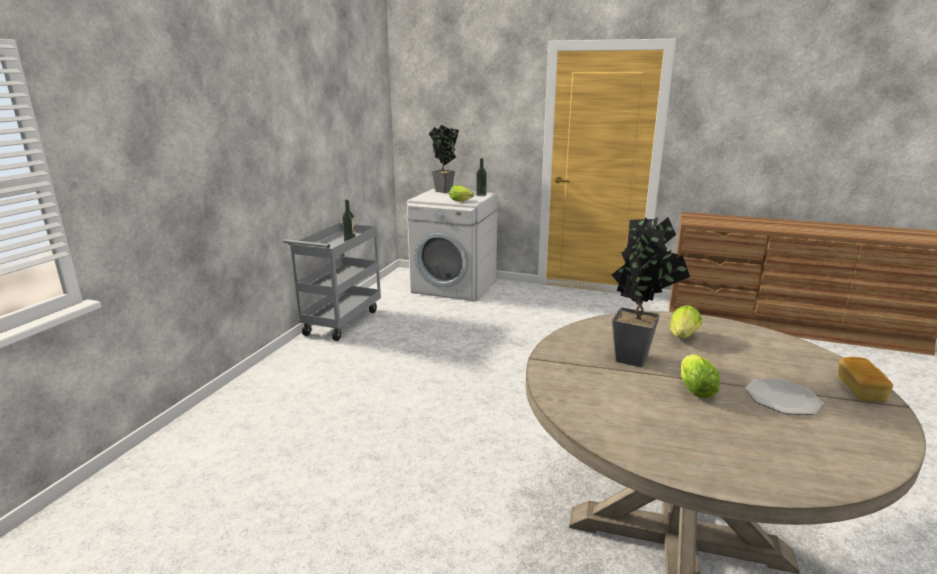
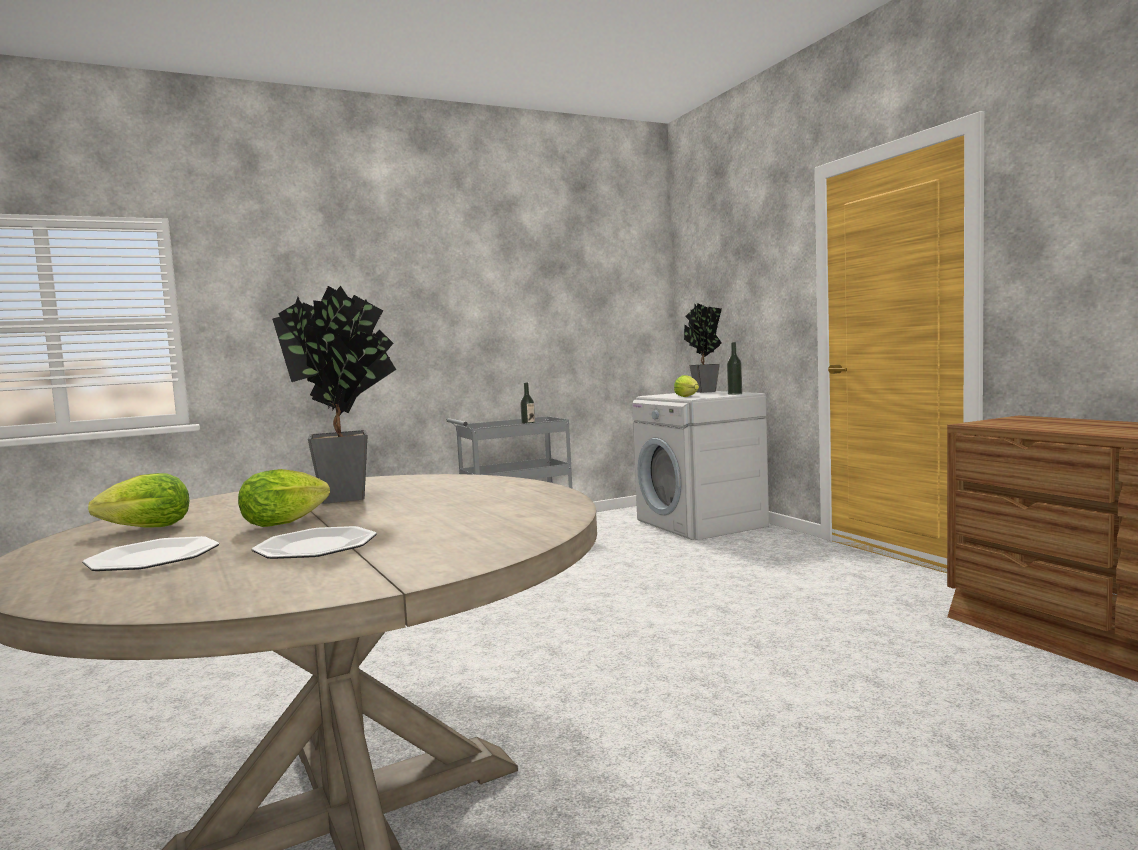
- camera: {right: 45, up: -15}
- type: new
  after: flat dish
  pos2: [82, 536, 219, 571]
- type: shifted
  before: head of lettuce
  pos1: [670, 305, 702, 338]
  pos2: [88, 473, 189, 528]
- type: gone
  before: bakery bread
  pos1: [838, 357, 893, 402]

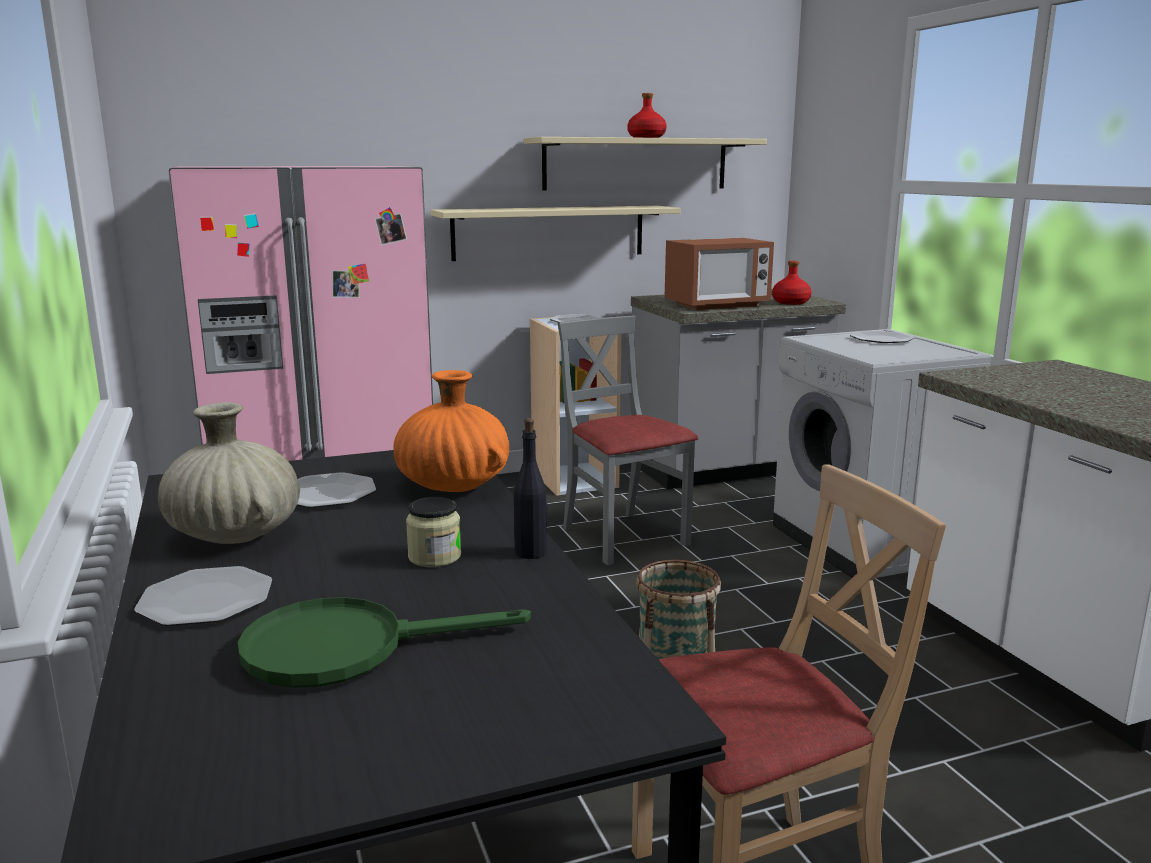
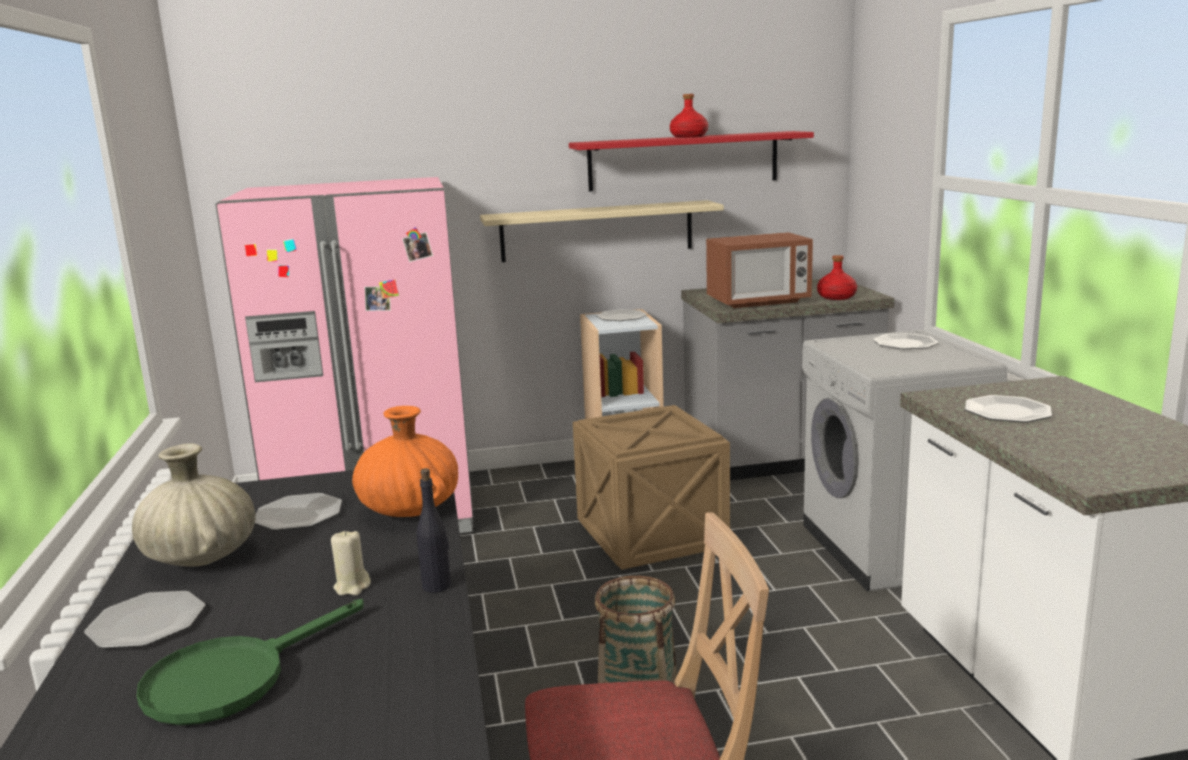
- camera: {right: 10, up: 0}
- type: rotated
  before: skillet in greenish
  pos1: [238, 597, 531, 688]
  pos2: [137, 599, 364, 725]
  turn: -45
- type: swapped
  before: jar
  after: wax candle in beige
  pos1: [406, 497, 461, 567]
  pos2: [331, 530, 371, 595]
- type: repainted
  before: shelf in beige
  after: shelf in red
  pos1: [524, 137, 767, 190]
  pos2: [569, 131, 814, 191]
- type: swapped
  before: upright chair in greyish
  after: crate
  pos1: [558, 316, 699, 565]
  pos2: [573, 405, 730, 570]
- type: new
  after: flat dish
  pos2: [965, 395, 1052, 423]

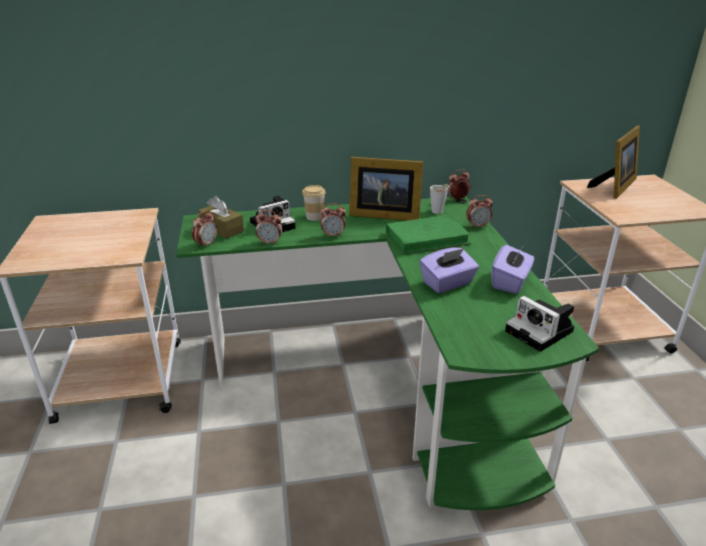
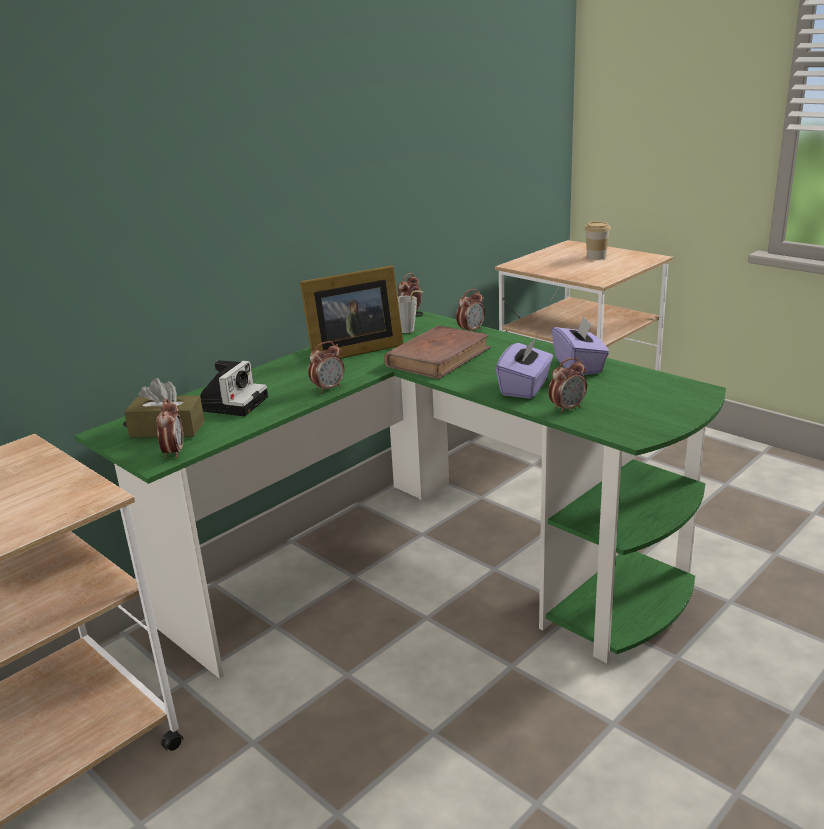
- camera: {right: -35, up: -5}
- type: repainted
  before: volume in greenish
  after: volume in brown-coloured
  pos1: [386, 215, 471, 255]
  pos2: [384, 325, 491, 379]
- type: shifted
  before: alarm clock
  pos1: [256, 210, 282, 245]
  pos2: [548, 358, 587, 414]
- type: shifted
  before: small cup
  pos1: [302, 185, 326, 221]
  pos2: [585, 222, 611, 260]
- type: gone
  before: still camera
  pos1: [505, 296, 574, 352]
- type: gone
  before: picture frame
  pos1: [587, 126, 640, 199]

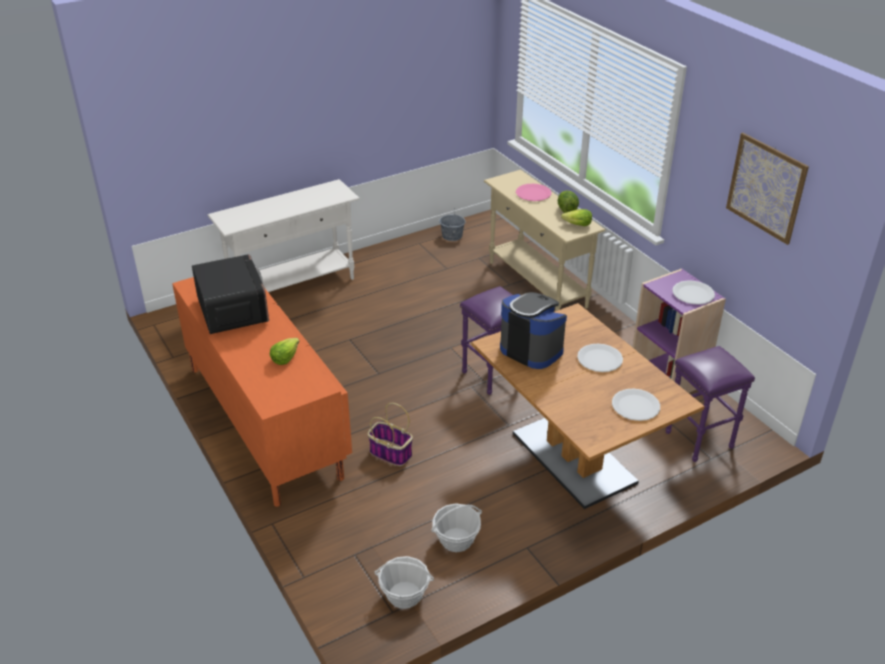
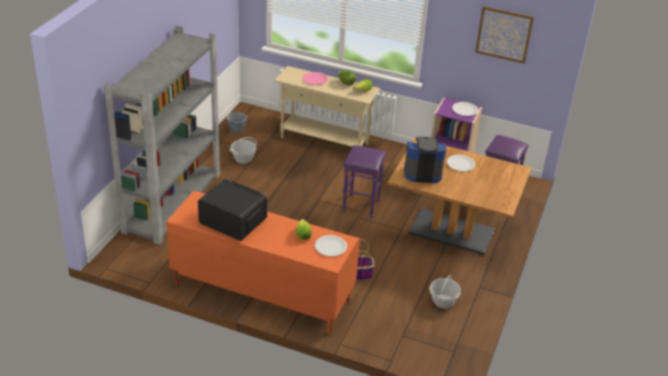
- camera: {right: -40, up: 0}
- type: swapped
  before: narrow table in white-coloured
  after: bookshelf in greyish
  pos1: [208, 179, 360, 292]
  pos2: [104, 26, 220, 245]
- type: shifted
  before: household basket
  pos1: [375, 556, 434, 609]
  pos2: [230, 137, 257, 164]
- type: shifted
  before: flat dish in white-coloured
  pos1: [612, 389, 660, 421]
  pos2: [315, 235, 347, 257]

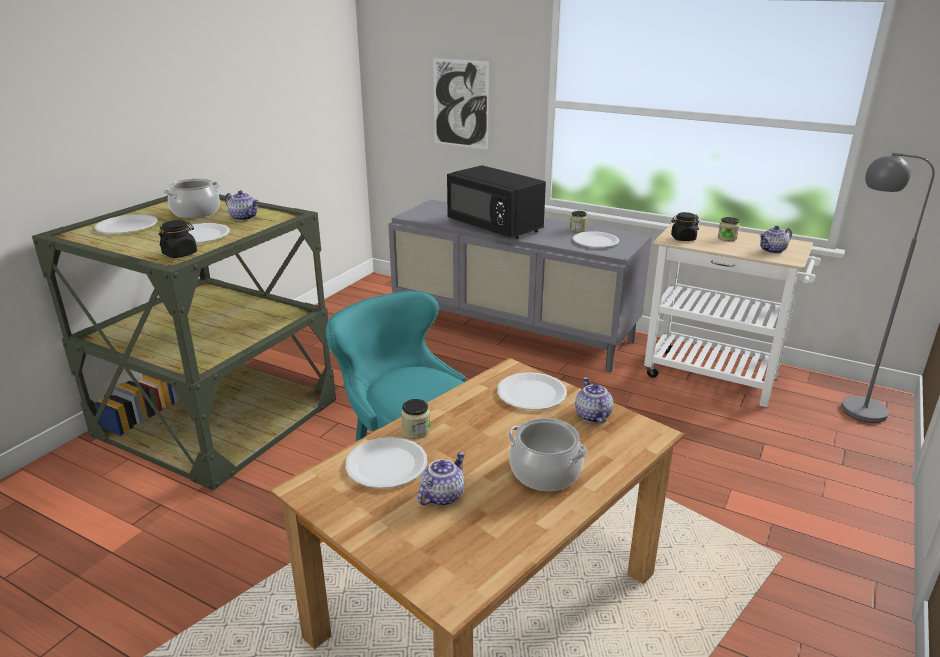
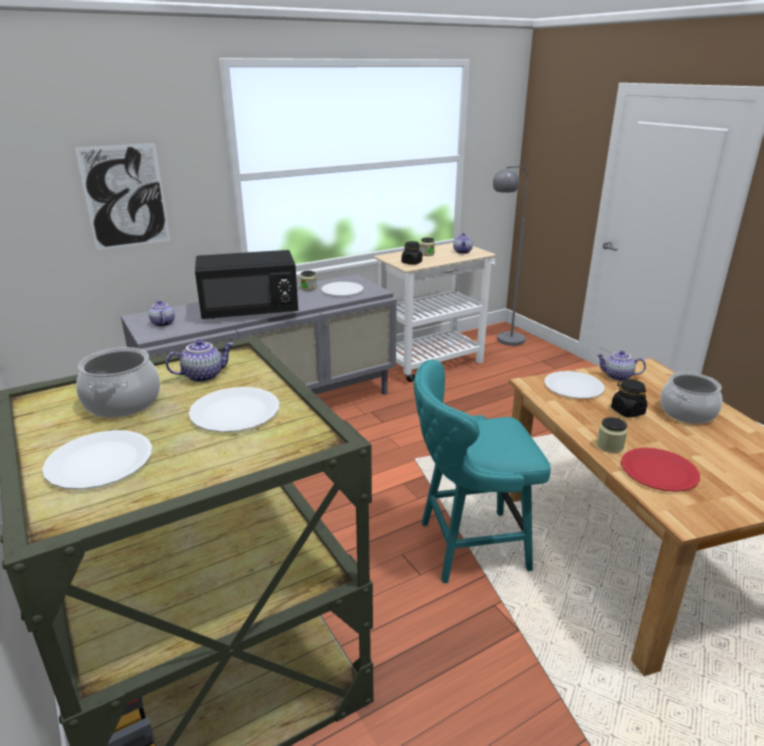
- camera: {right: -60, up: 0}
- type: shifted
  before: tea pot
  pos1: [418, 452, 465, 506]
  pos2: [149, 301, 175, 327]
- type: shifted
  before: jar in blackish
  pos1: [159, 220, 197, 258]
  pos2: [611, 379, 647, 418]
- type: repainted
  before: flat dish in white-coloured
  after: flat dish in red
  pos1: [345, 437, 427, 488]
  pos2: [621, 448, 700, 492]

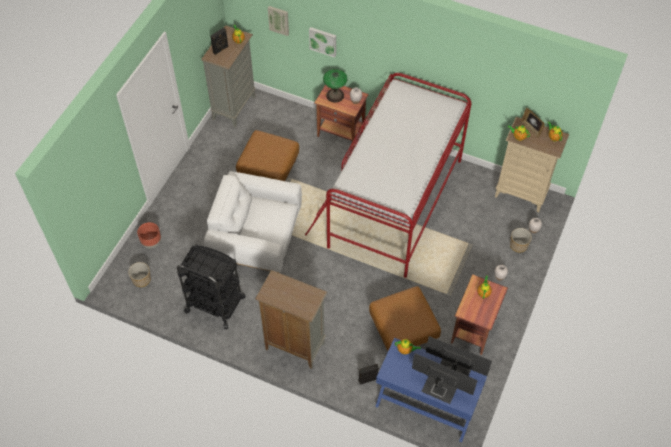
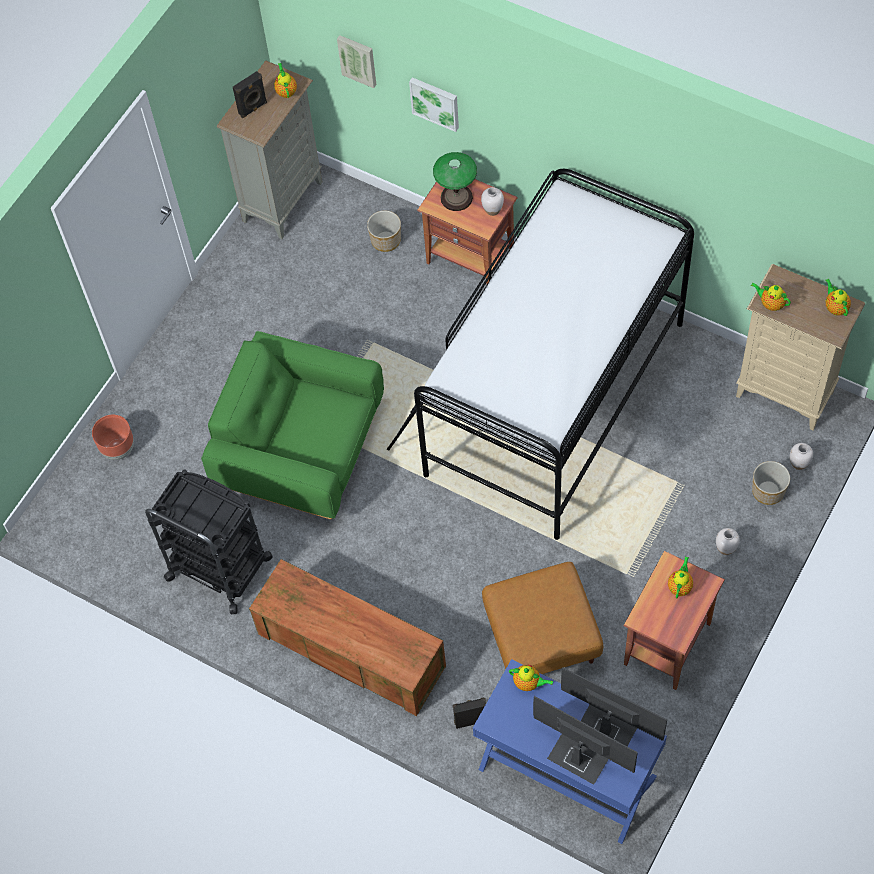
- camera: {right: 10, up: 5}
- type: repainted
  before: armchair in white-coloured
  after: armchair in greenish
  pos1: [204, 171, 302, 273]
  pos2: [201, 331, 384, 519]
- type: swapped
  before: dresser in greyish
  after: long seat in brown-coloured
  pos1: [255, 270, 327, 369]
  pos2: [249, 559, 446, 716]
- type: shifted
  before: planter
  pos1: [128, 262, 151, 287]
  pos2: [367, 210, 401, 252]
- type: repainted
  before: bed in red
  after: bed in blackish
  pos1: [305, 73, 471, 278]
  pos2: [387, 169, 694, 540]
- type: gone
  before: footrest in brown-coloured
  pos1: [236, 130, 299, 181]
- type: gone
  before: picture frame
  pos1: [520, 108, 545, 138]

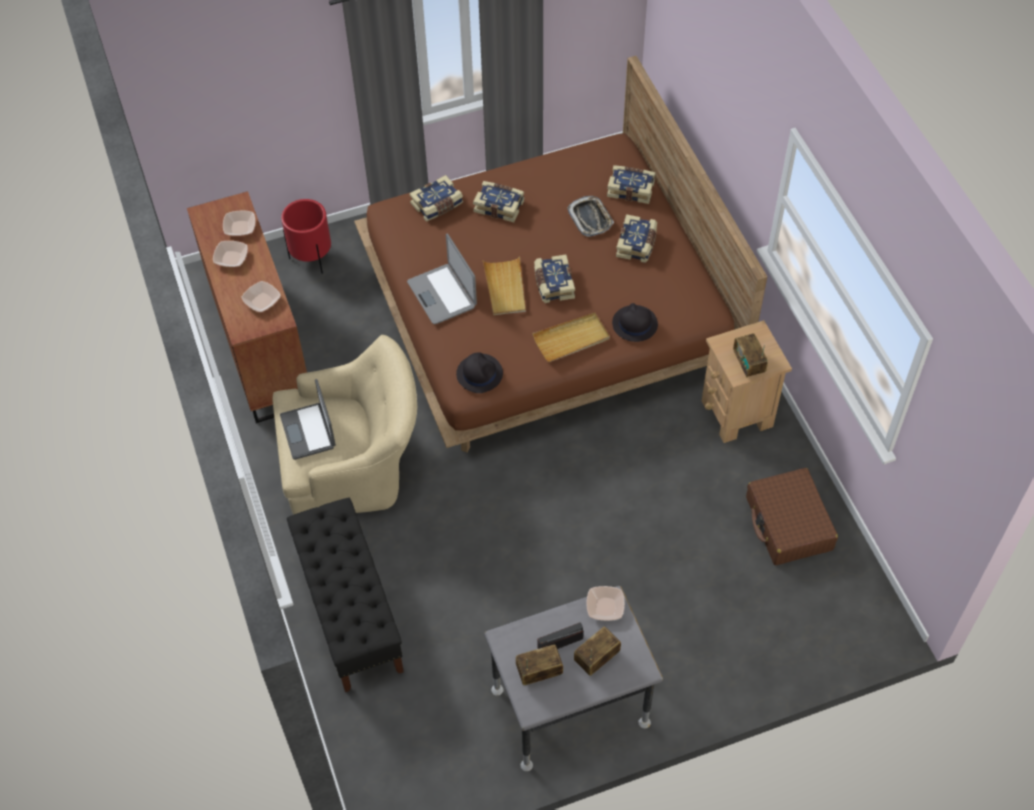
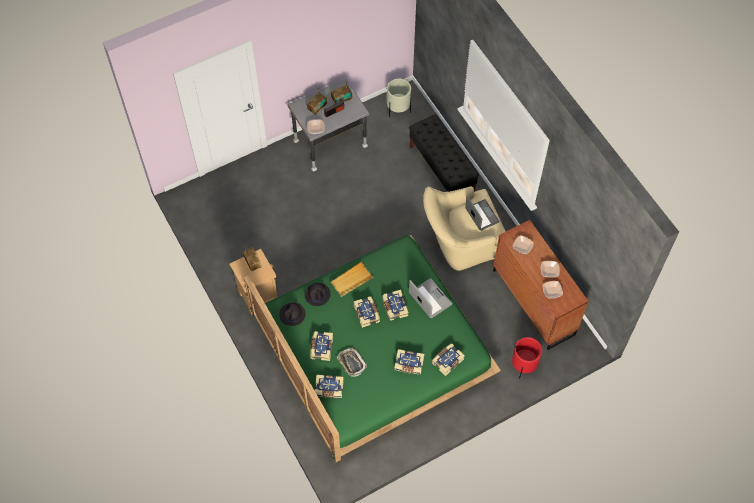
- camera: {right: 170, up: 5}
- type: repainted
  before: bed in brown-coloured
  after: bed in greenish
  pos1: [354, 56, 767, 453]
  pos2: [244, 235, 501, 462]
- type: shifted
  before: hat in blackish
  pos1: [456, 352, 503, 393]
  pos2: [279, 303, 306, 326]
- type: swapped
  before: serving tray in beige
  after: volume
  pos1: [483, 256, 526, 315]
  pos2: [383, 290, 408, 321]
- type: new
  after: planter in beige
  pos2: [387, 79, 411, 117]
- type: gone
  before: piece of luggage in brown-coloured
  pos1: [746, 468, 838, 565]

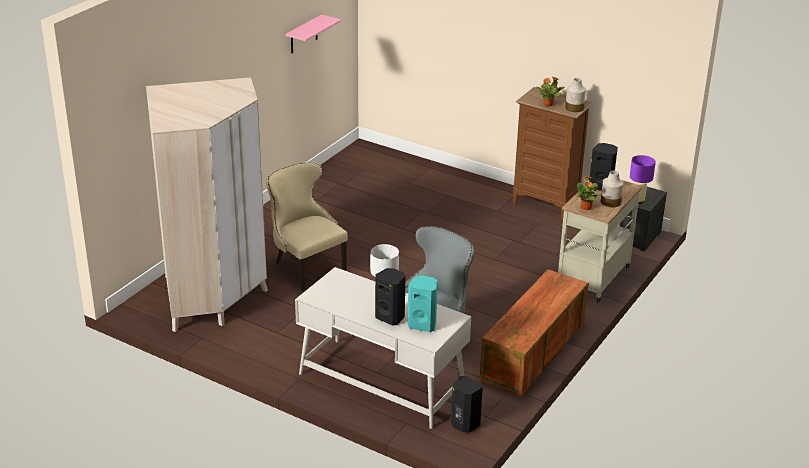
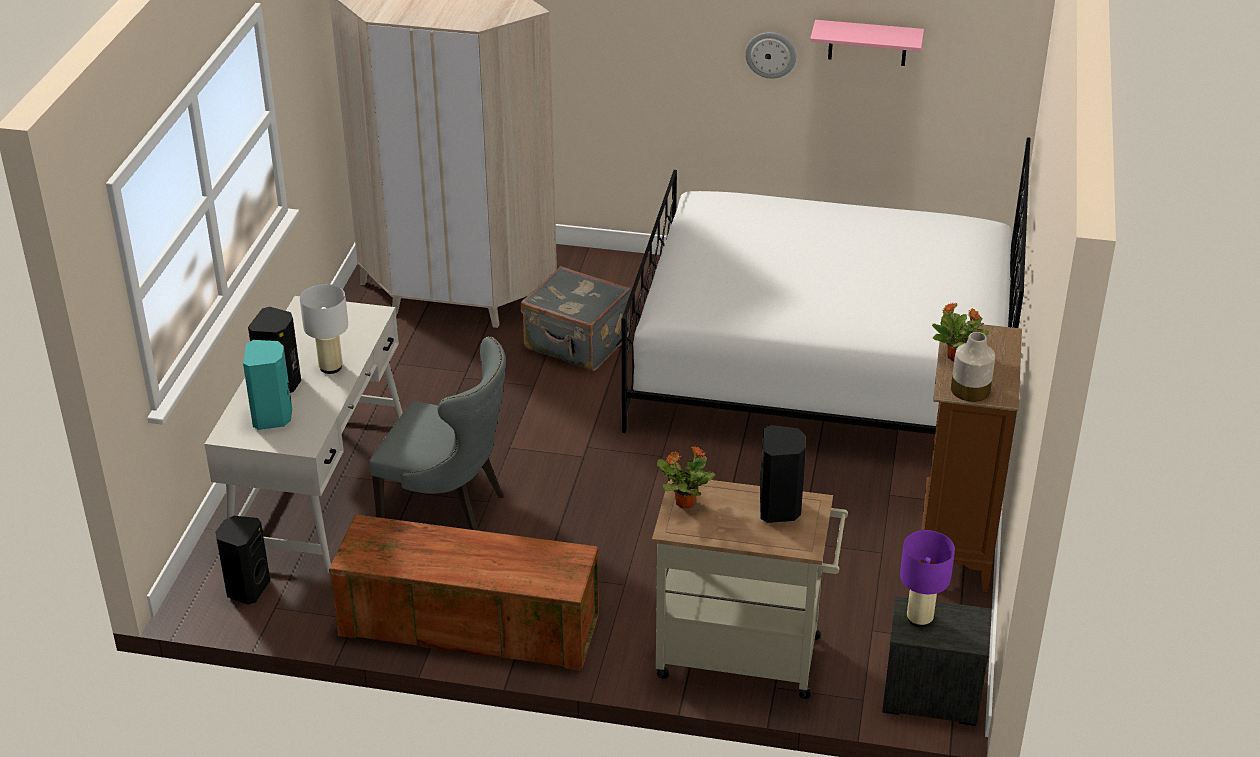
- camera: {right: 70, up: 5}
- type: swapped
  before: upright chair in beige
  after: piece of luggage in greyish
  pos1: [266, 162, 348, 291]
  pos2: [521, 266, 631, 371]
- type: new
  after: bed in white-coloured
  pos2: [622, 137, 1031, 434]
- type: new
  after: wall clock
  pos2: [745, 32, 796, 79]
- type: gone
  before: decorative vase in beige
  pos1: [601, 170, 624, 207]

